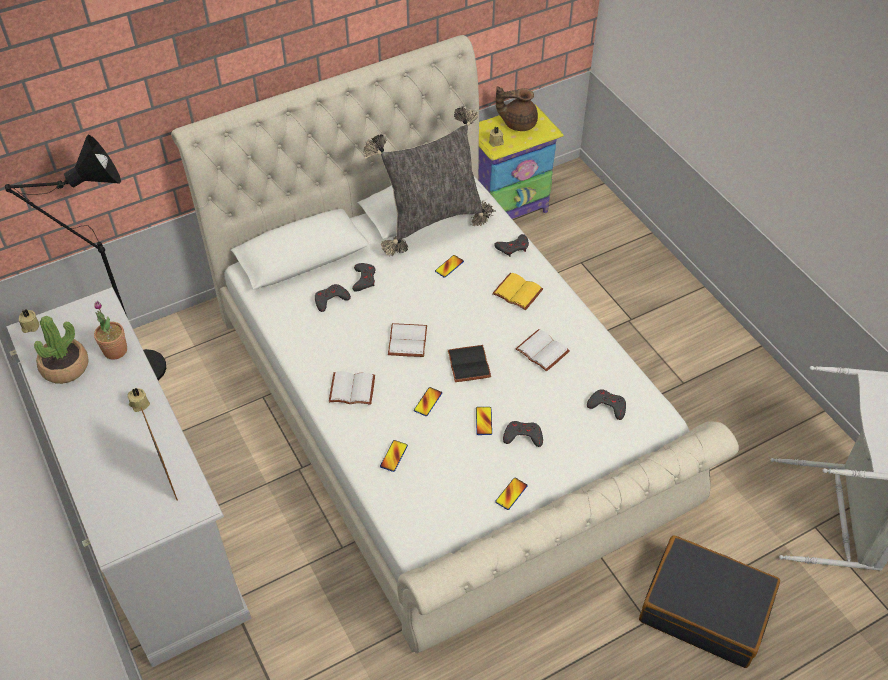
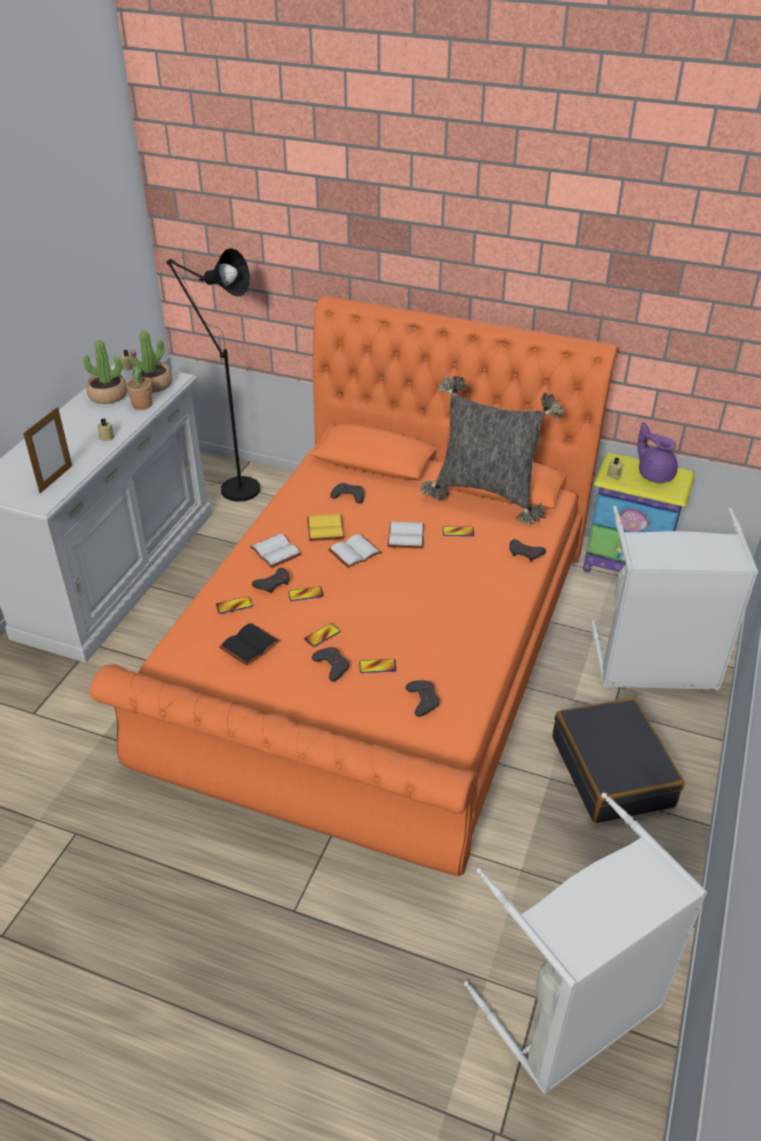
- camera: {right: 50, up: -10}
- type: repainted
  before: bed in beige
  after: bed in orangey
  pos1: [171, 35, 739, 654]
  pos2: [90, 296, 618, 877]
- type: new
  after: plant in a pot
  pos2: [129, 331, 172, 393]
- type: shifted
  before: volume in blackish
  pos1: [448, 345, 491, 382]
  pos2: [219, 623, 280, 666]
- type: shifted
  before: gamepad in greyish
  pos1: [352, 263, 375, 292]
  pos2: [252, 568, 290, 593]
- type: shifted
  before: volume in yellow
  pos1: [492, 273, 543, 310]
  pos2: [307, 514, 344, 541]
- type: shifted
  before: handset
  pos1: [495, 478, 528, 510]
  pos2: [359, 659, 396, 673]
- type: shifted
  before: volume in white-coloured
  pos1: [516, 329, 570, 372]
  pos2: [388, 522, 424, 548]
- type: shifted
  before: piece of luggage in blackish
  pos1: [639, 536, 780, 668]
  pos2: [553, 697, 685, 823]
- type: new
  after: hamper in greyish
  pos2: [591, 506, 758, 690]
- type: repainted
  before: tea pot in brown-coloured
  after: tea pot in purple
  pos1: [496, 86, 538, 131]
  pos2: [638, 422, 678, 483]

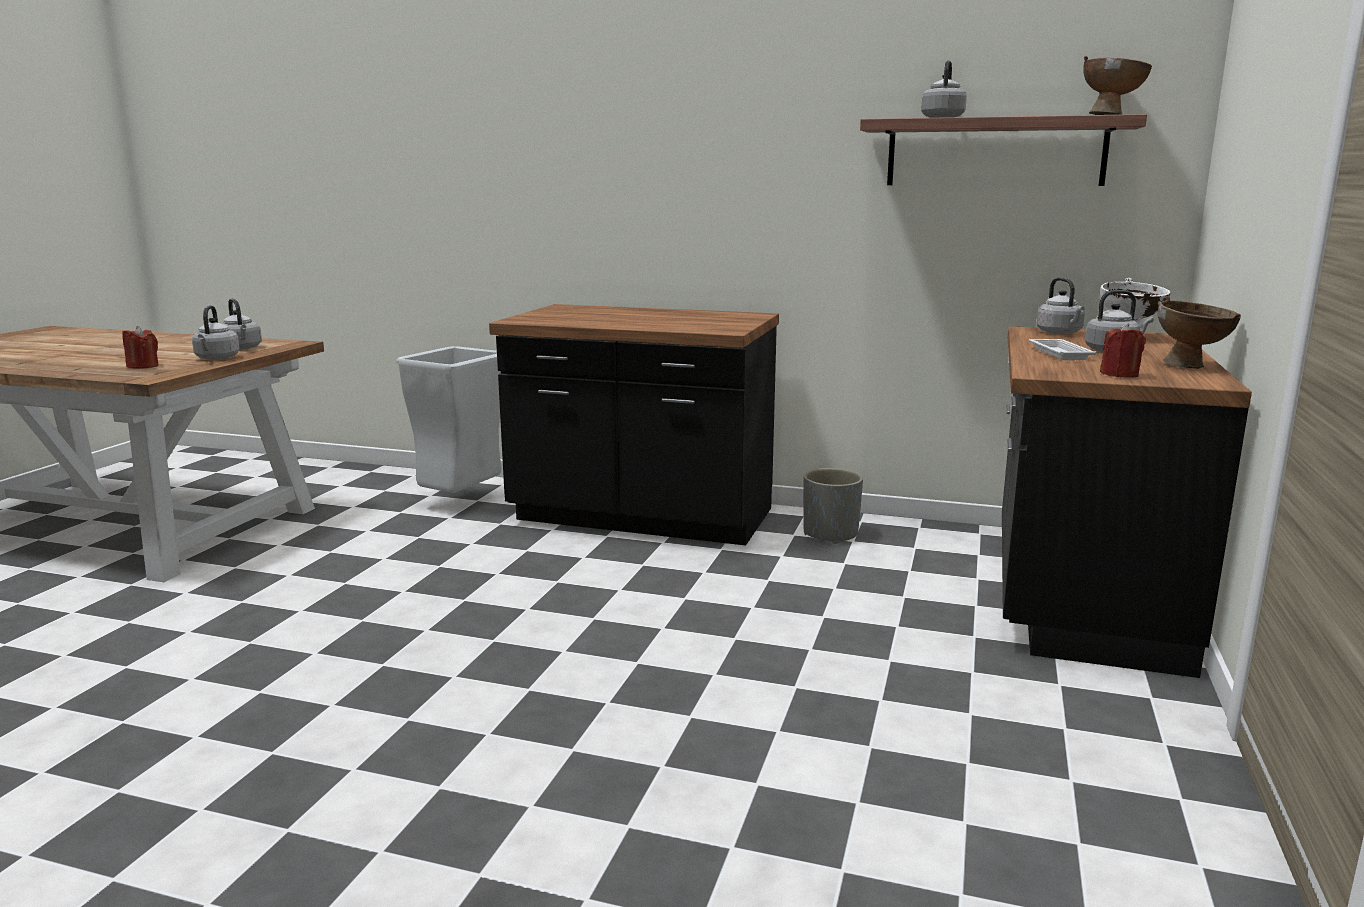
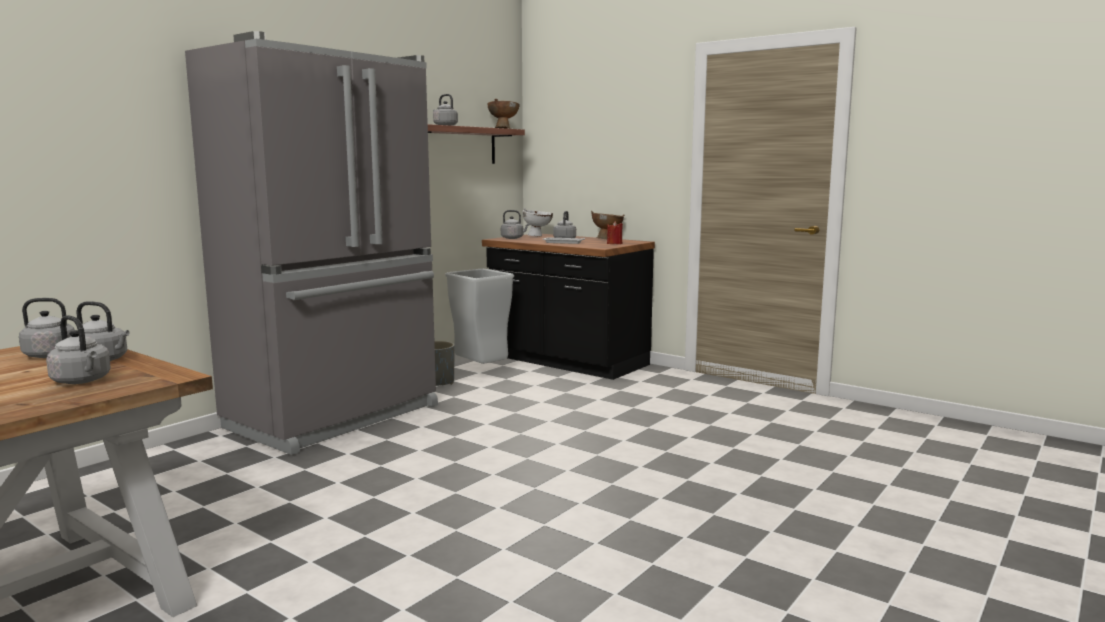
- camera: {right: -70, up: -5}
- type: swapped
  before: wax candle in red
  after: tea kettle in greyish
  pos1: [122, 326, 159, 369]
  pos2: [46, 315, 110, 384]
- type: swapped
  before: counter in blackish
  after: kitchen fridge in greyish
  pos1: [489, 304, 779, 545]
  pos2: [185, 31, 438, 455]
- type: shifted
  before: waste bin in greyish
  pos1: [396, 346, 502, 493]
  pos2: [445, 269, 514, 364]

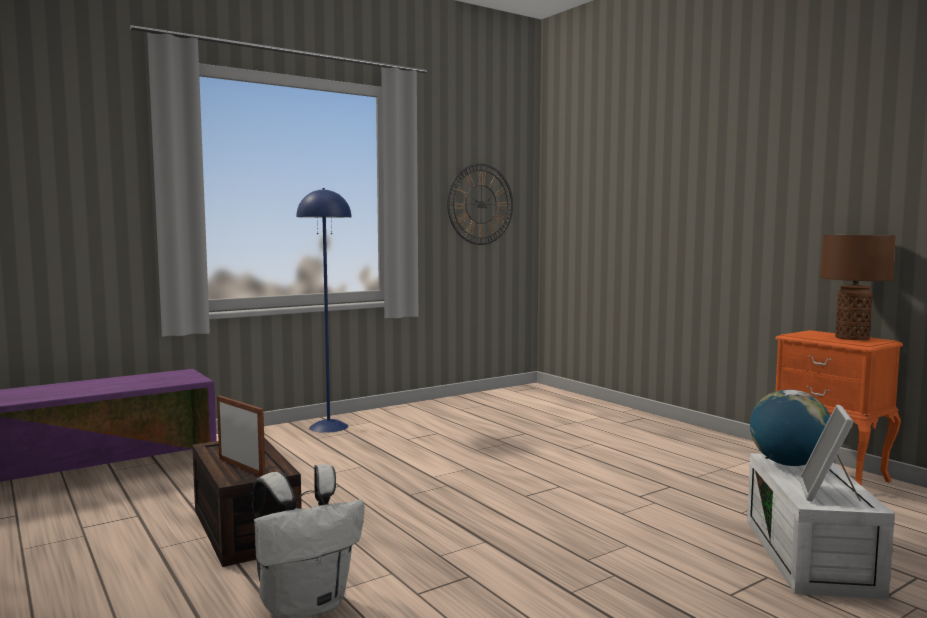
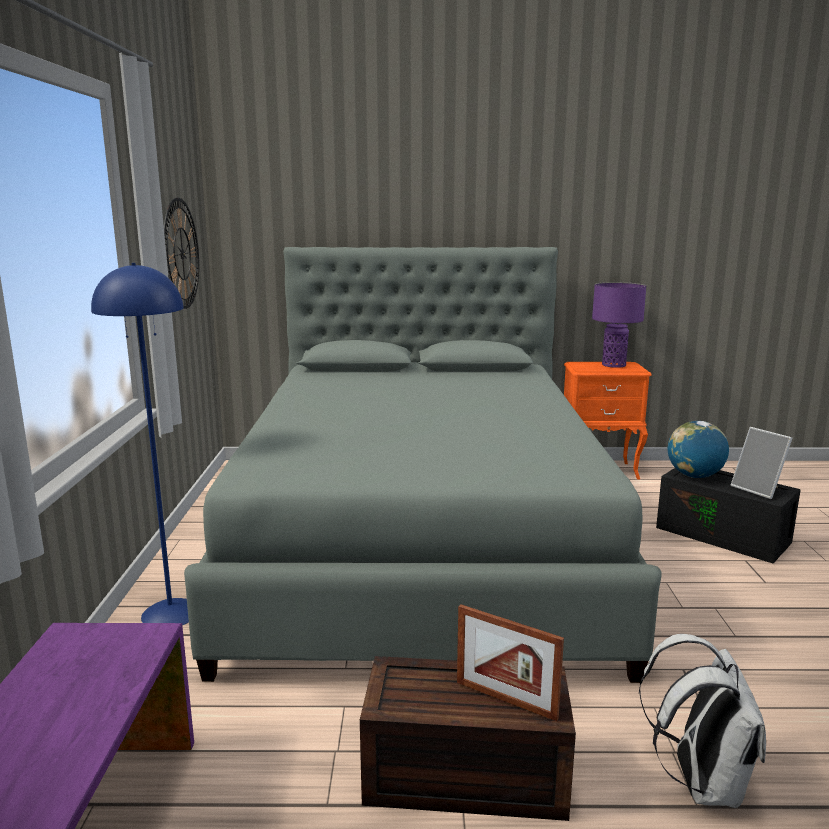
- camera: {right: -55, up: 10}
- type: new
  after: bed in greyish
  pos2: [184, 247, 661, 683]
- type: rotated
  before: picture frame
  pos1: [217, 395, 265, 476]
  pos2: [457, 604, 564, 721]
  turn: -135
- type: repainted
  before: lamp for a table in brown-coloured
  after: lamp for a table in purple
  pos1: [820, 235, 896, 340]
  pos2: [592, 282, 646, 368]
- type: repainted
  before: storage bin in white-coloured
  after: storage bin in blackish
  pos1: [747, 453, 895, 600]
  pos2: [656, 468, 801, 563]

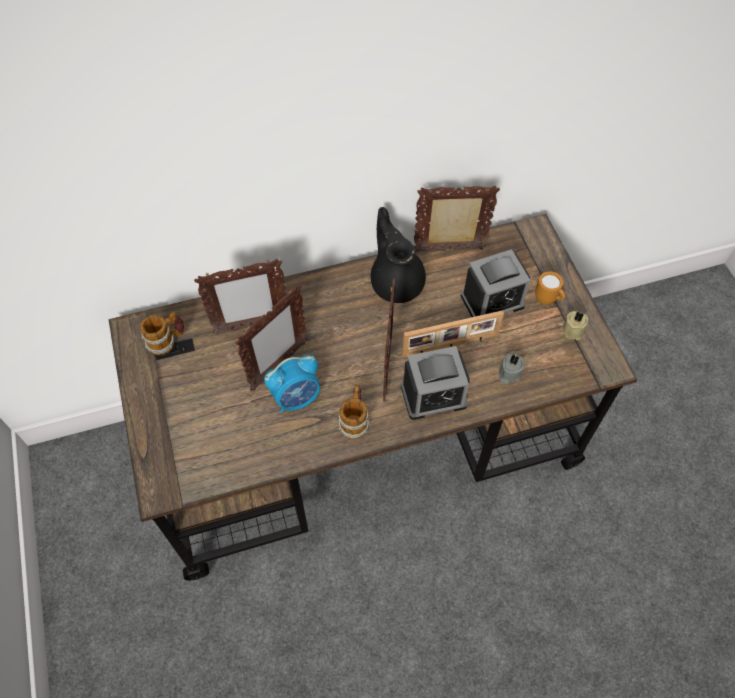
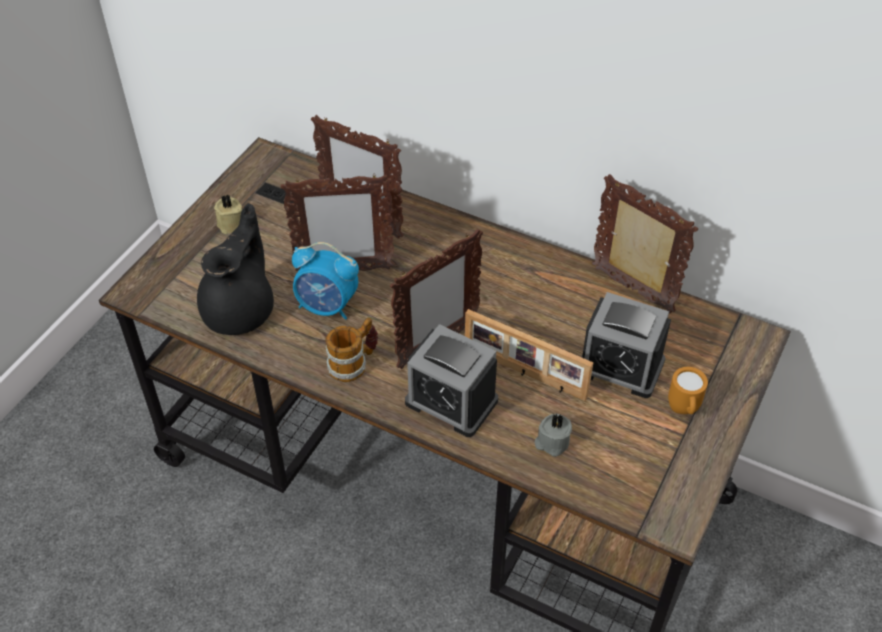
- camera: {right: 45, up: -10}
- type: shifted
  before: tea pot in blackish
  pos1: [371, 207, 426, 303]
  pos2: [197, 203, 274, 335]
- type: shifted
  before: wax candle in beige
  pos1: [563, 311, 588, 340]
  pos2: [214, 195, 242, 234]
- type: gone
  before: mug
  pos1: [139, 312, 184, 355]

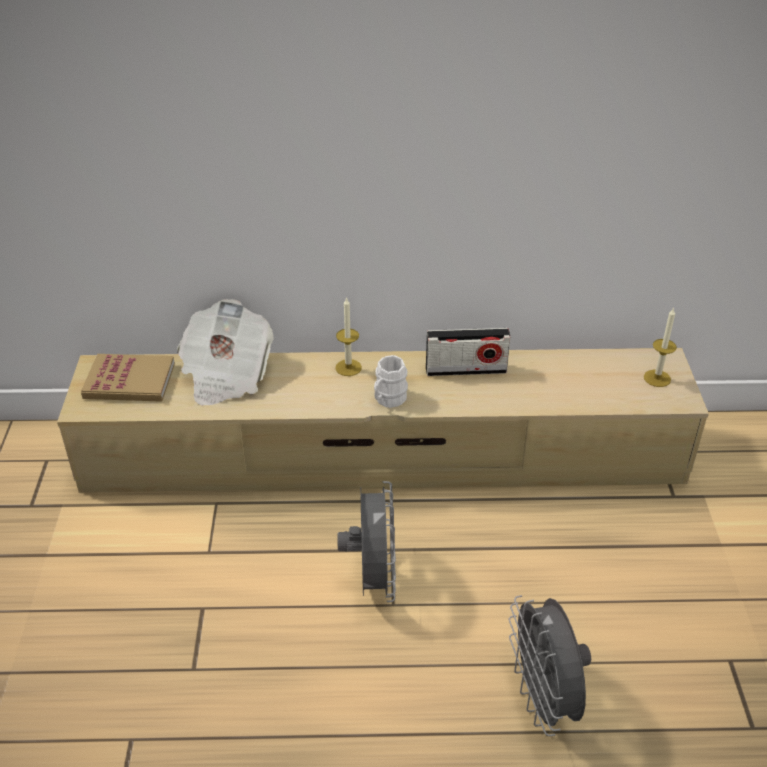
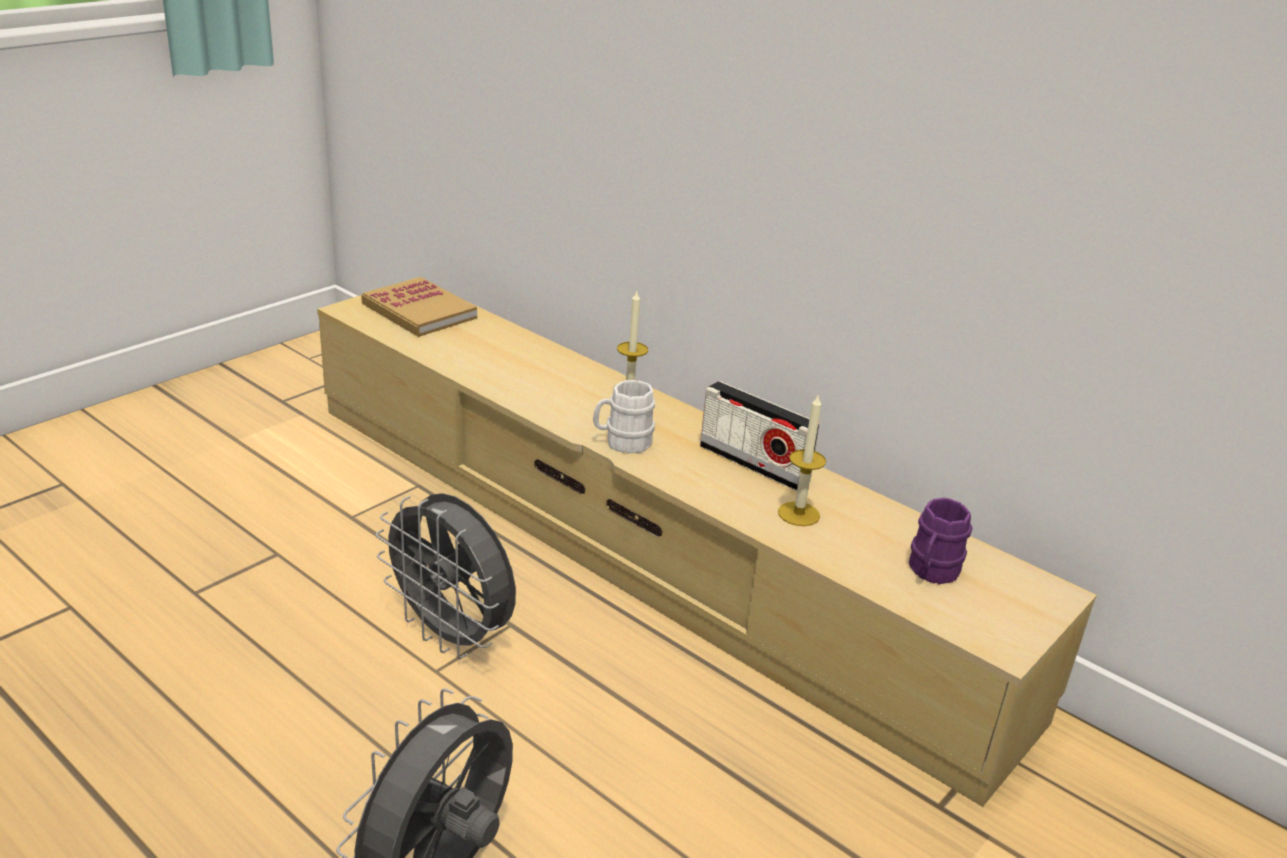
- camera: {right: 40, up: -10}
- type: rotated
  before: fan in greyish
  pos1: [337, 481, 396, 602]
  pos2: [376, 493, 516, 658]
  turn: 90
- type: shifted
  before: wax candle
  pos1: [644, 308, 677, 387]
  pos2: [778, 393, 826, 526]
- type: new
  after: mug in purple
  pos2: [909, 498, 972, 584]
- type: gone
  before: printed paper
  pos1: [177, 299, 274, 406]

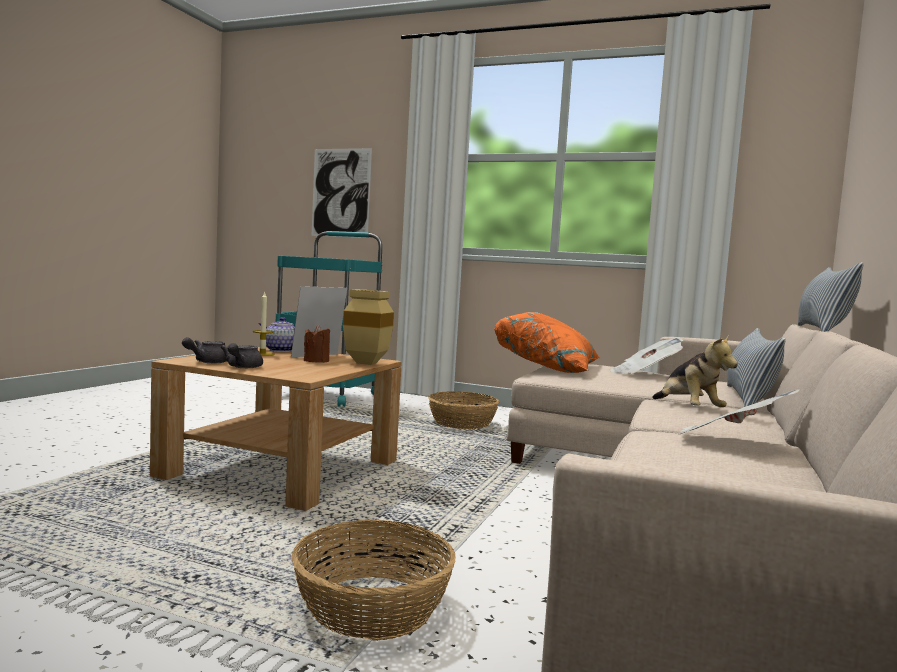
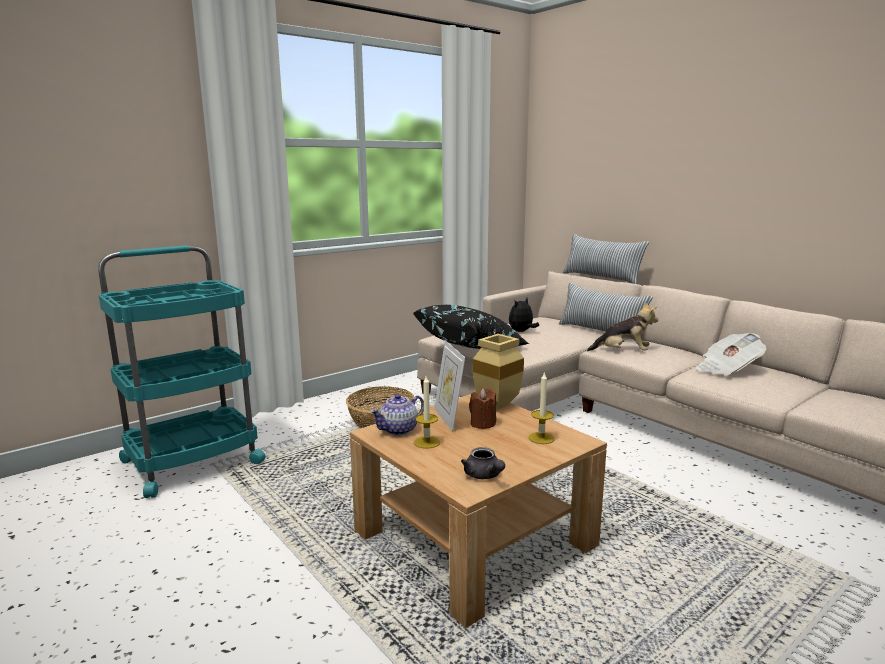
- camera: {right: -60, up: 10}
- type: repainted
  before: pillow in orangey
  after: pillow in blackish
  pos1: [494, 312, 599, 373]
  pos2: [413, 305, 529, 349]
- type: swapped
  before: printed paper
  after: soft toy
  pos1: [610, 338, 684, 374]
  pos2: [509, 298, 540, 332]
- type: new
  after: wax candle
  pos2: [528, 371, 555, 444]
- type: gone
  before: tea pot in greyish
  pos1: [220, 343, 263, 368]
- type: gone
  before: household basket
  pos1: [291, 520, 456, 641]
- type: gone
  before: wall picture
  pos1: [312, 148, 372, 238]

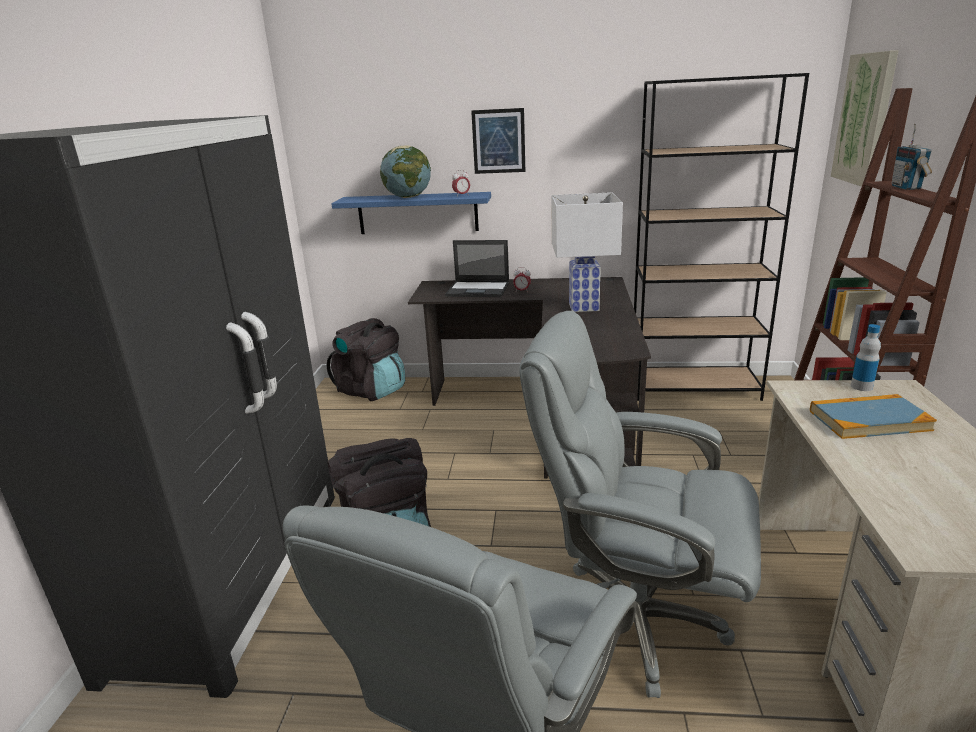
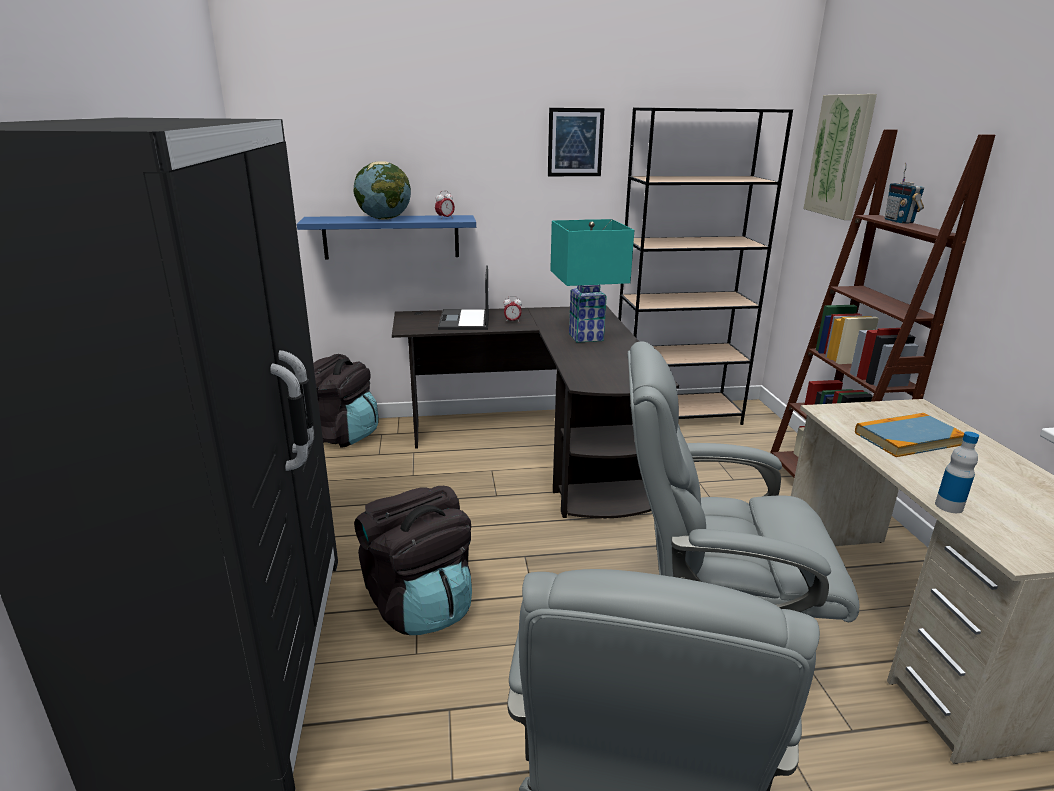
- camera: {right: -15, up: 0}
- type: rotated
  before: portable computer
  pos1: [445, 240, 509, 297]
  pos2: [438, 265, 489, 330]
  turn: 90
- type: shifted
  before: wall picture
  pos1: [471, 108, 525, 174]
  pos2: [548, 108, 604, 176]
- type: repainted
  before: lamp for a table in white-coloured
  after: lamp for a table in turquoise
  pos1: [551, 192, 623, 312]
  pos2: [550, 219, 634, 343]
- type: shifted
  before: drink bottle
  pos1: [851, 324, 881, 391]
  pos2: [935, 431, 979, 513]

